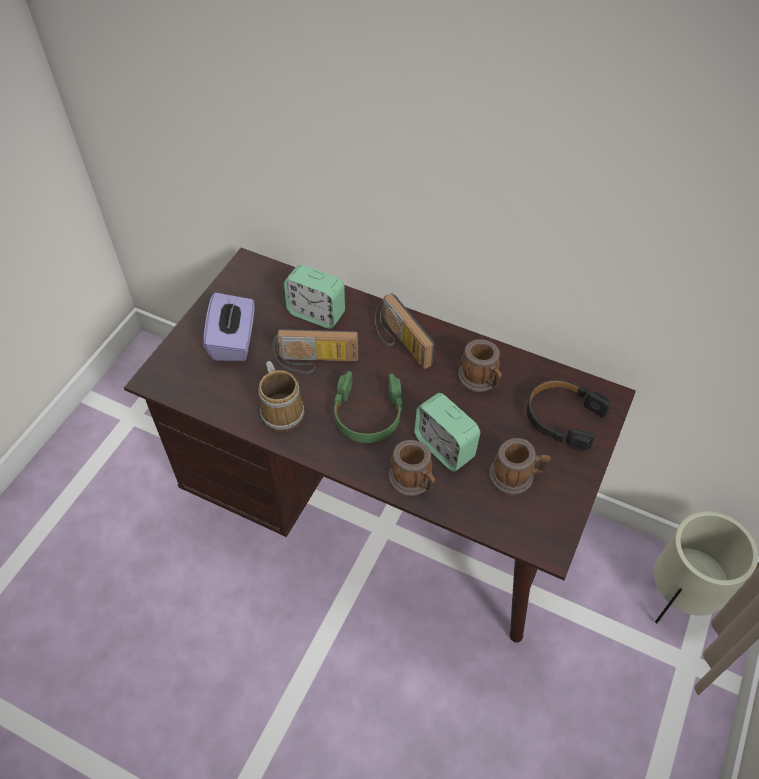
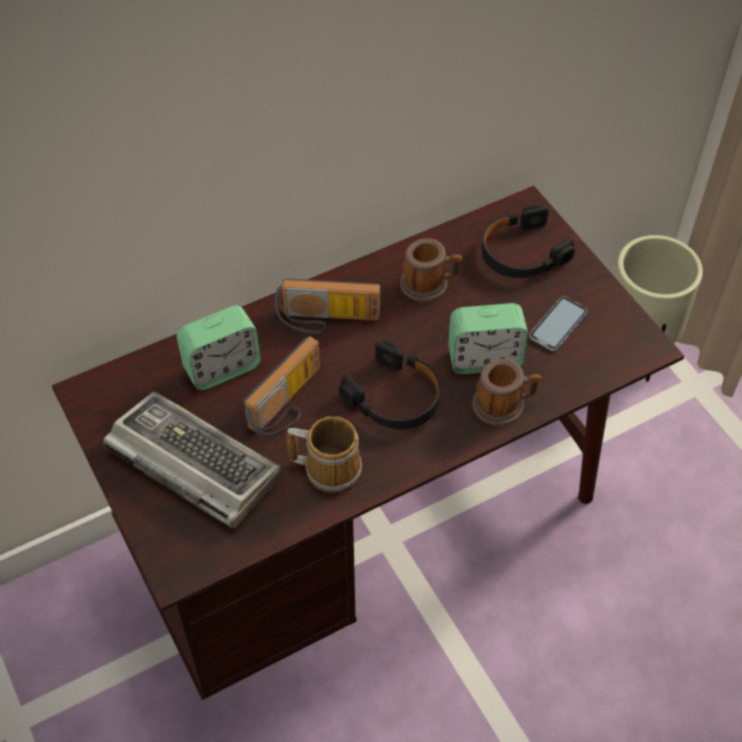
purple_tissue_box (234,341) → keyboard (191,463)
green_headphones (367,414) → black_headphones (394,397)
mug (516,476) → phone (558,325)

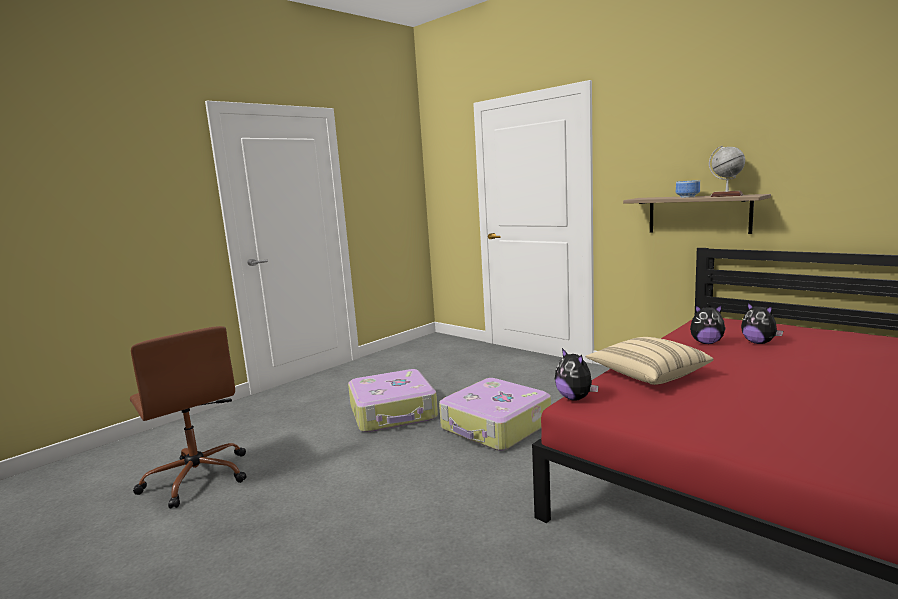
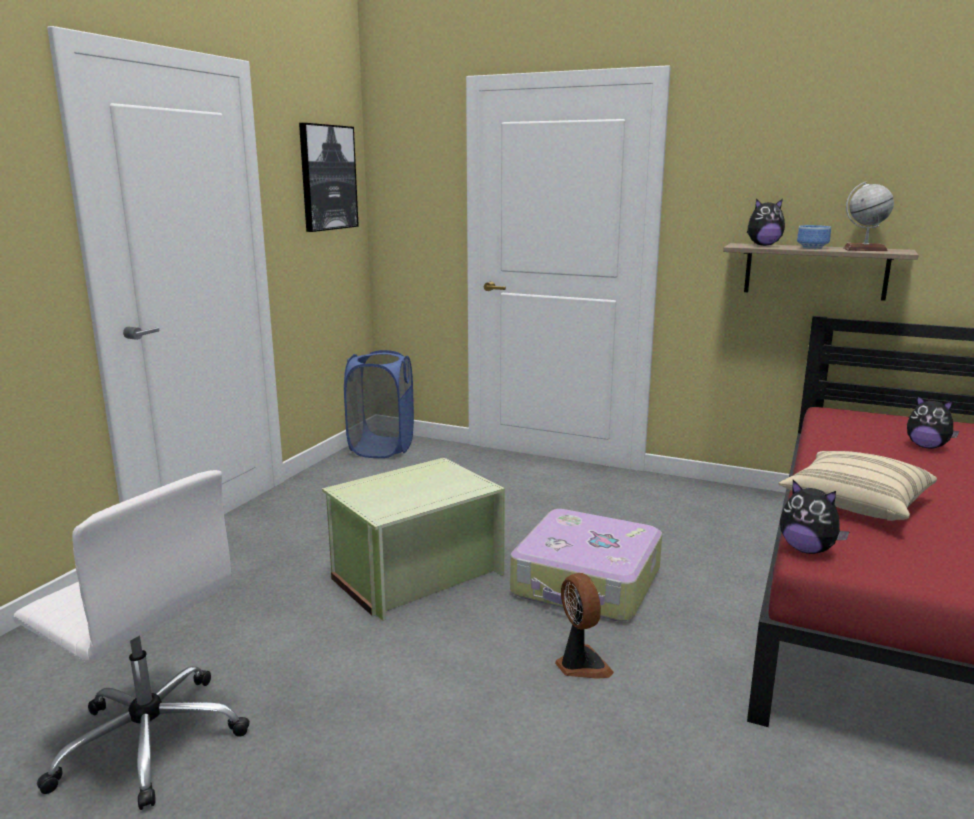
plush_toy (706,343) → plush_toy (763,245), relocated
brown_office_chair (197,477) → white_office_chair (149,739)
suitcase (393,412) → green_storage_box (415,574)
- → picture (327,177)
- → blue_laundry_basket (381,448)
- → fan (580,665)

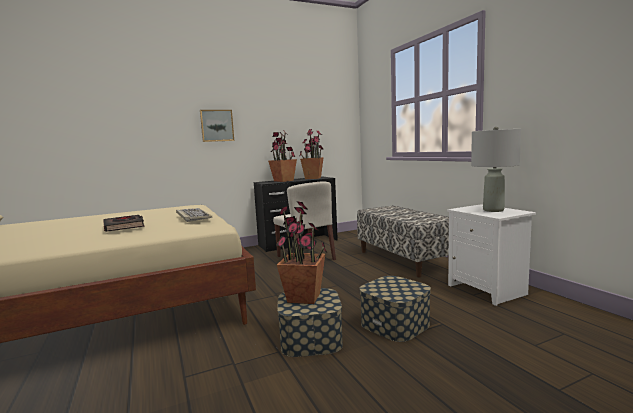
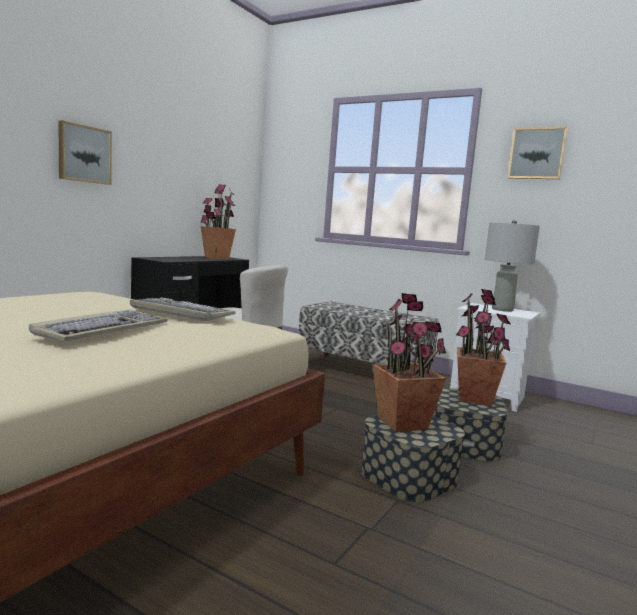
potted_plant (283,181) → potted_plant (475,399), relocated
black_book (124,226) → keyboard (102,329)
- → picture (537,153)

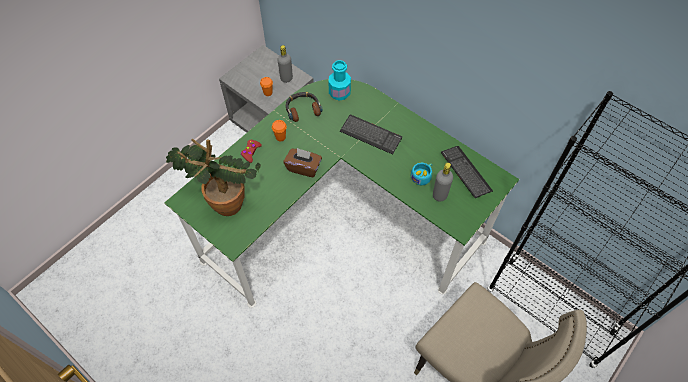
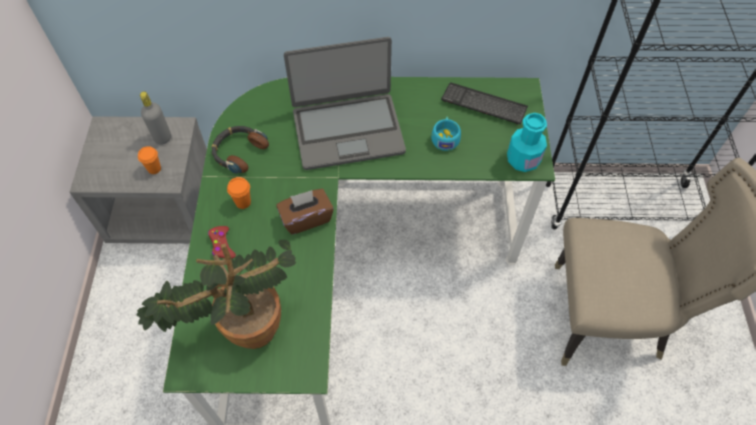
turquoise_bottle (339,93) → turquoise_bottle (523,160), relocated
keyboard (370,135) → laptop (348,130)
grey_bottle (439,195) → -

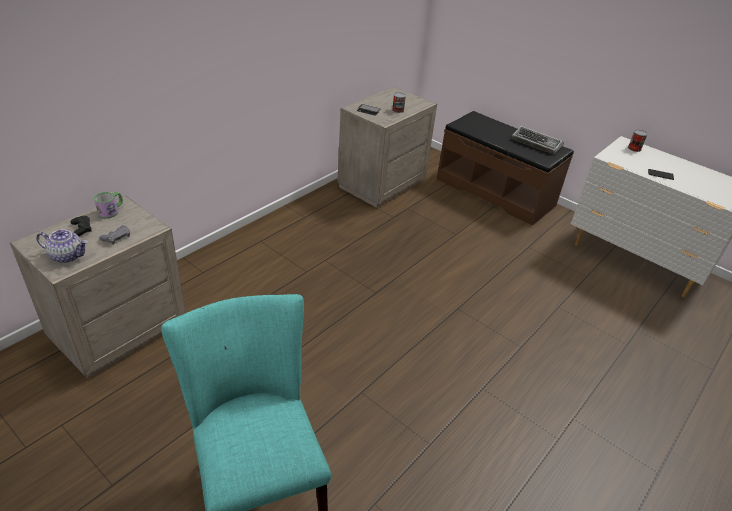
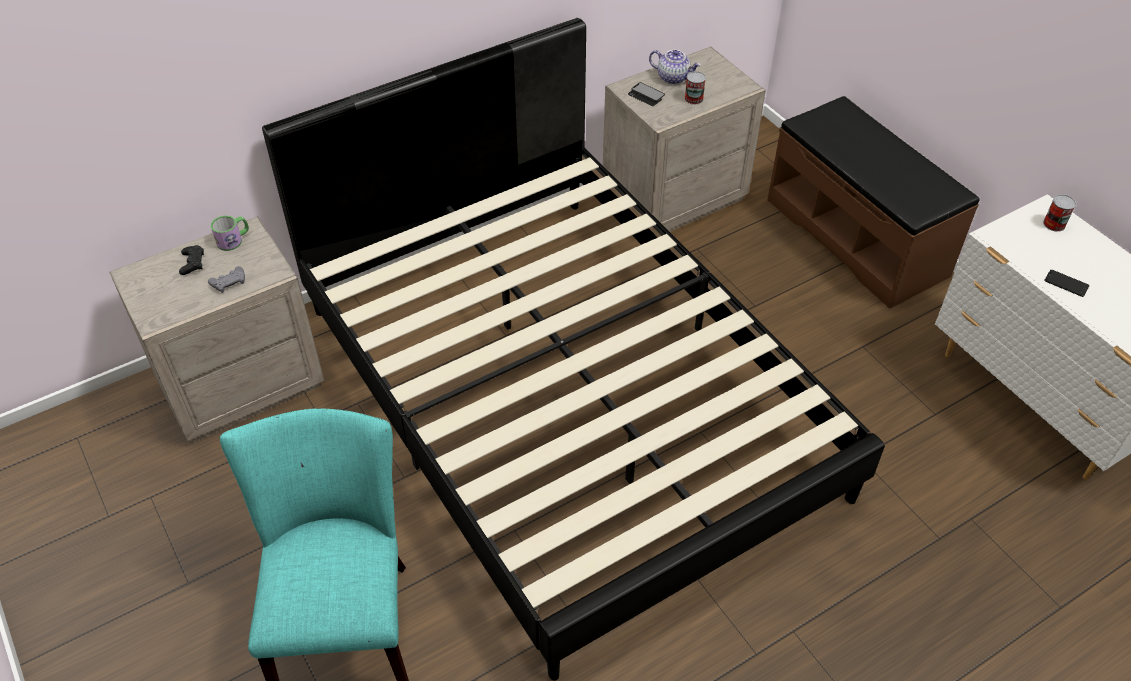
keyboard (537,143) → -
teapot (67,256) → teapot (673,77), relocated
- → black_bed (566,396)

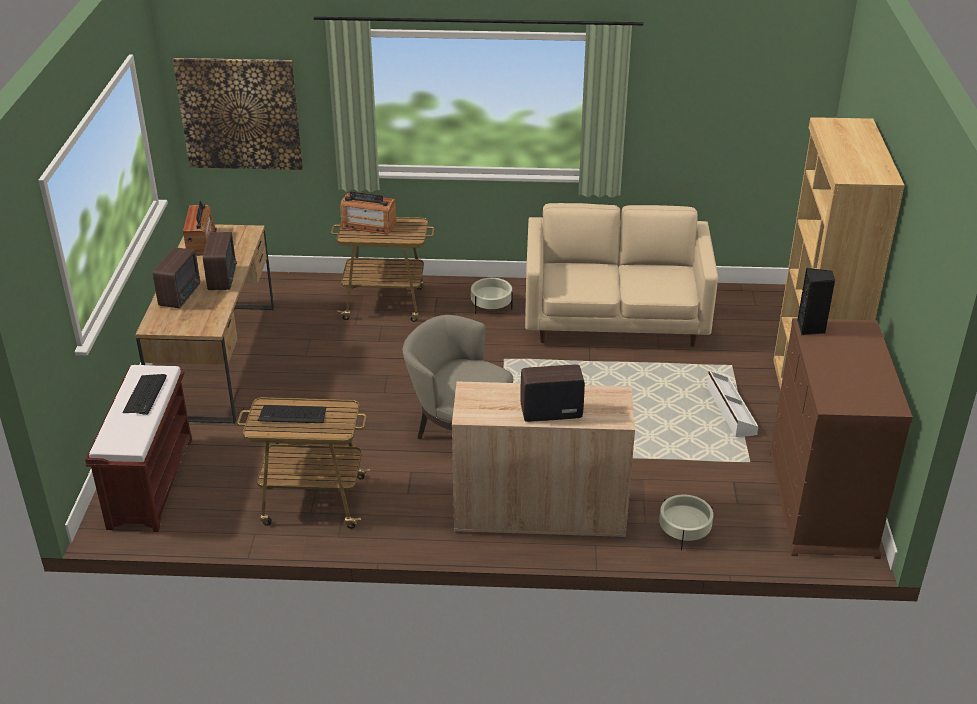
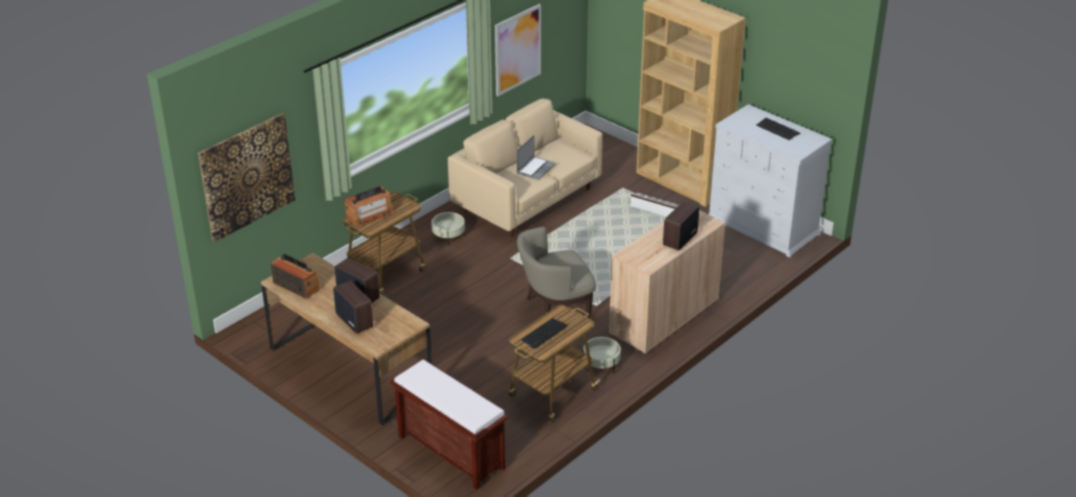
black_speaker (811,328) → -
brown_dresser (821,502) → white_dresser (763,226)
keyboard (145,395) → keyboard (778,129), relocated
beige_planter (684,531) → beige_planter (601,363), relocated
- → picture (517,49)
- → laptop (535,169)

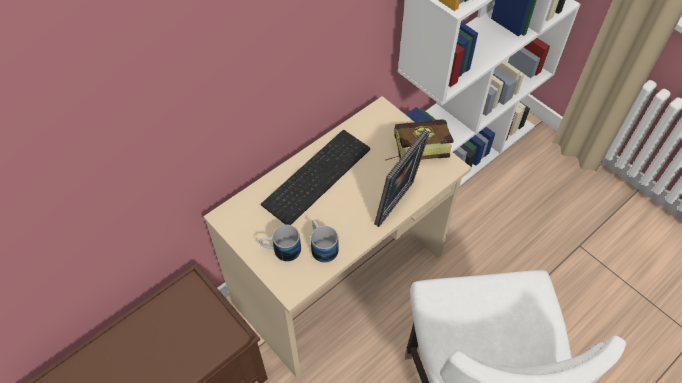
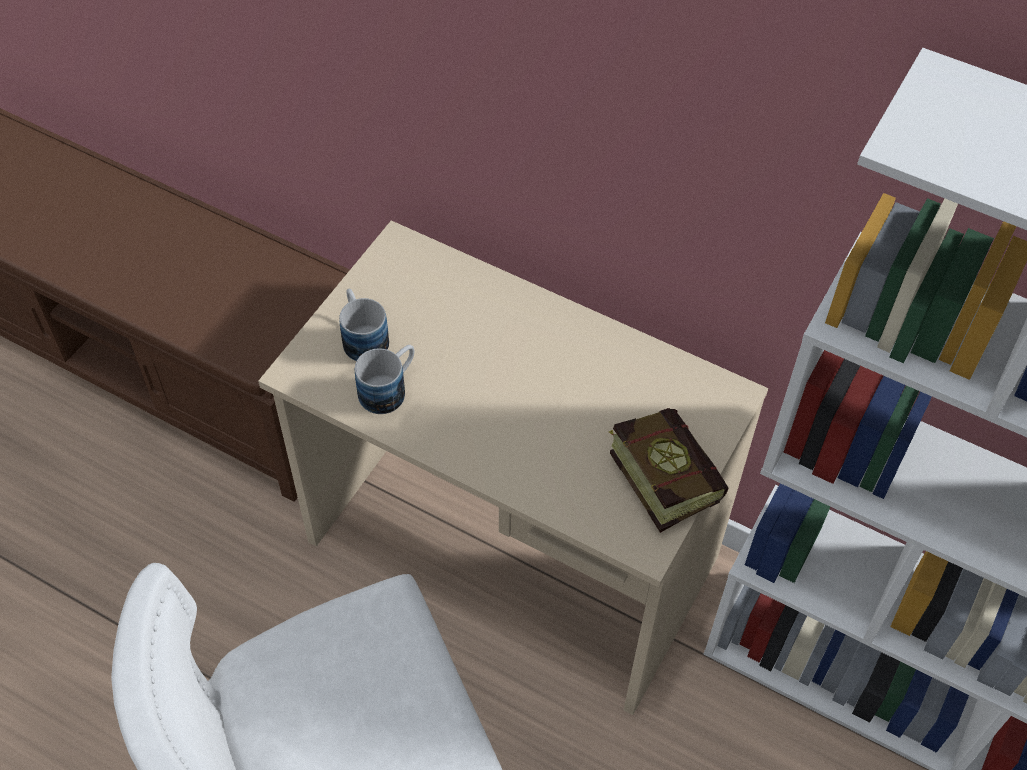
picture_frame (397,205) → -
keyboard (316,174) → -

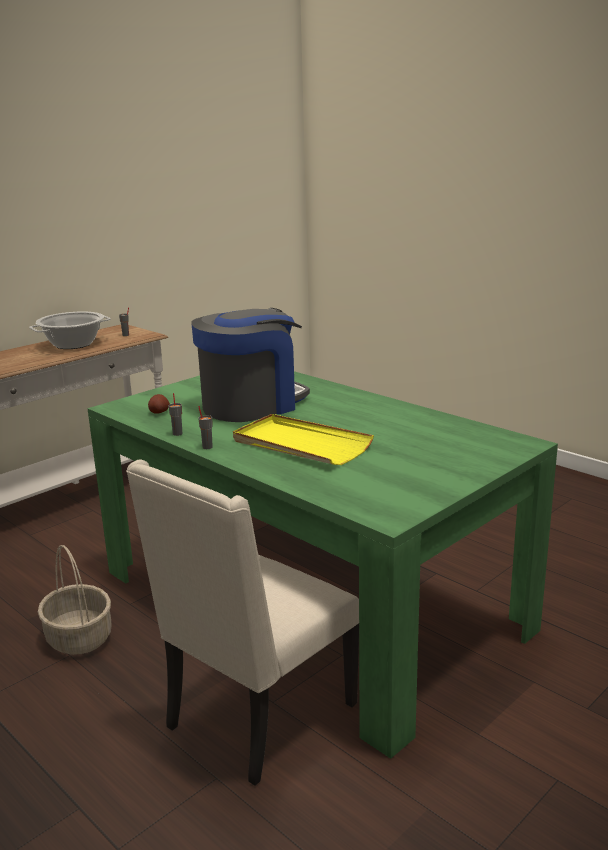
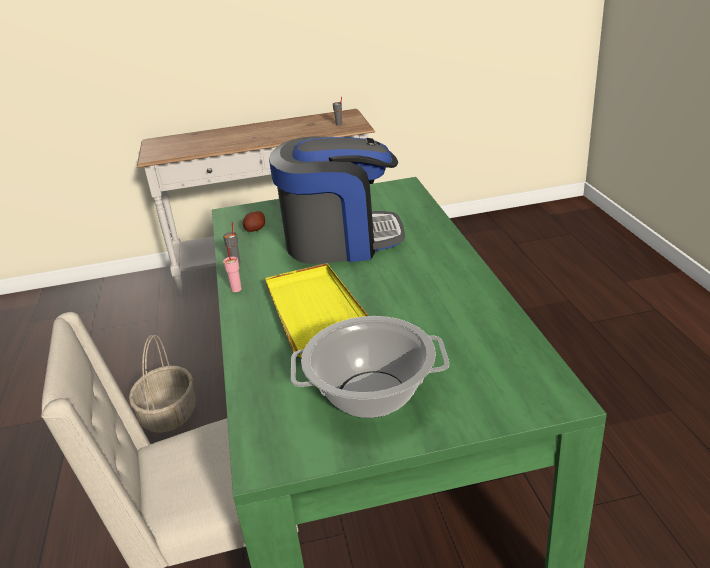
cooking_pot (73,344) → cooking_pot (371,395), relocated
grey_cup (207,447) → pink_cup (236,289)

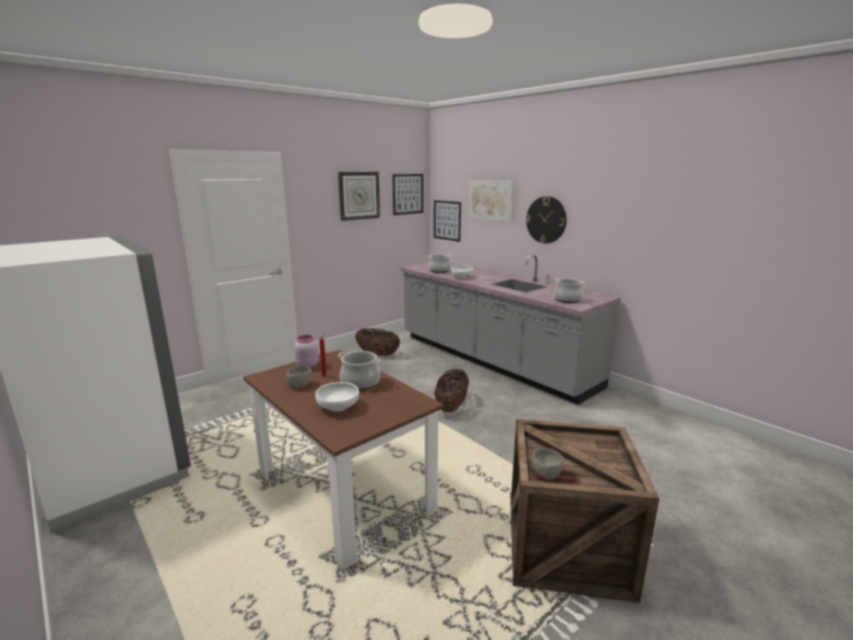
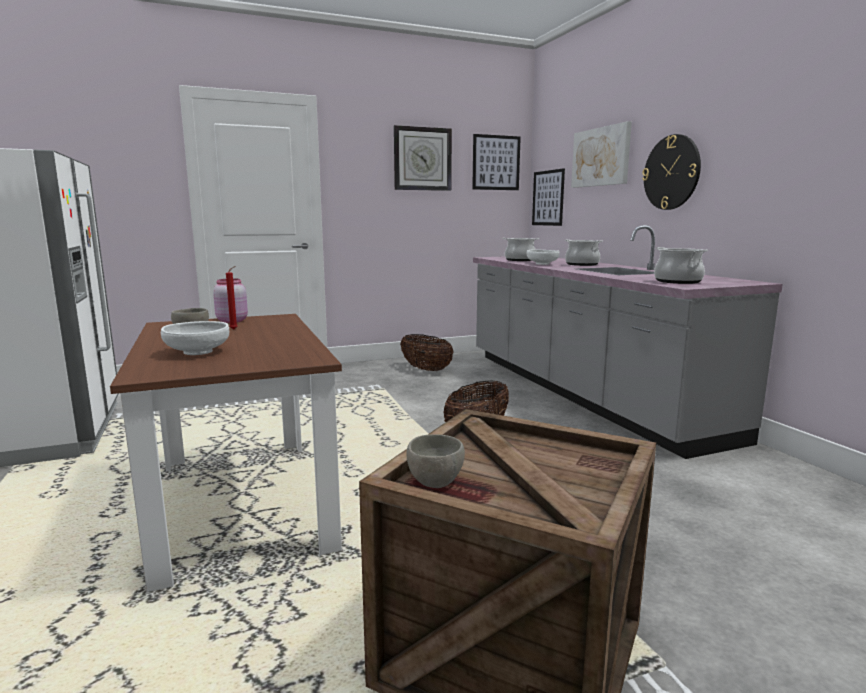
cooking_pot (360,383) → cooking_pot (582,264), relocated

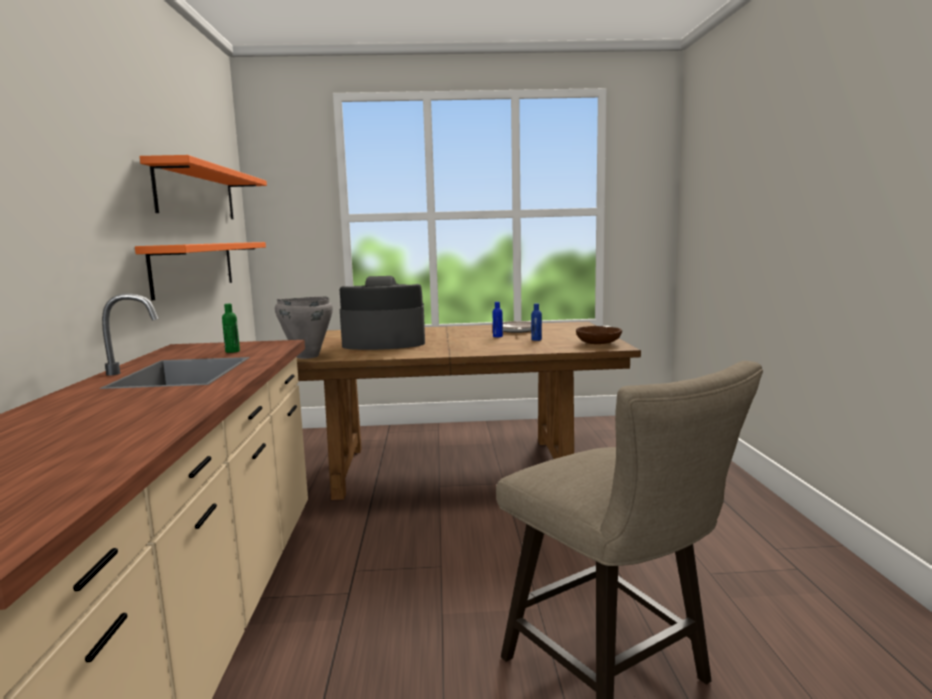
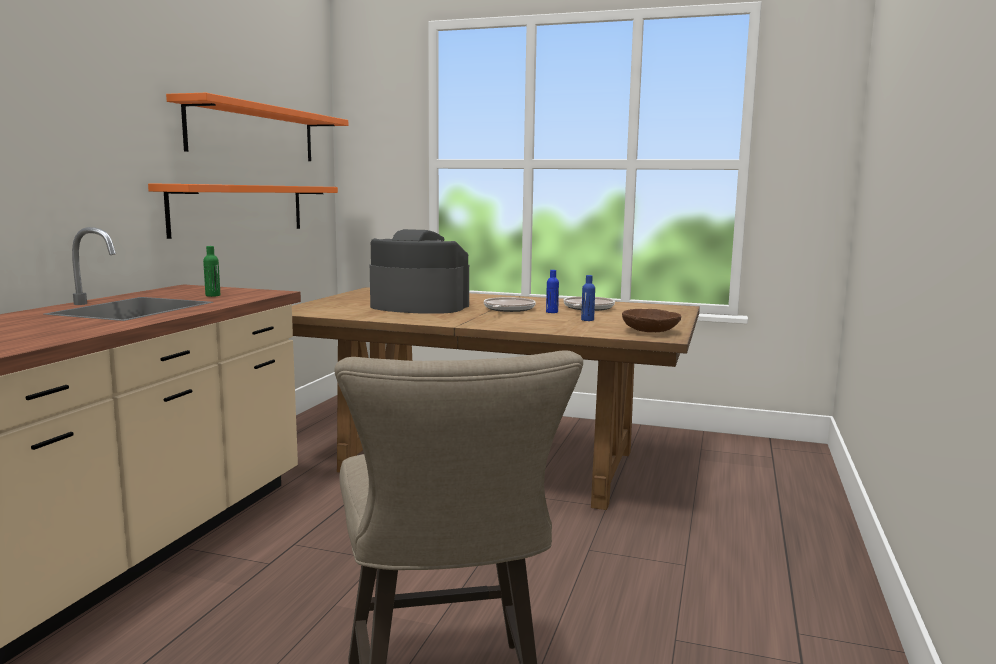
grey_cooking_pot (307,356) → -
- → frying_pan (508,309)

